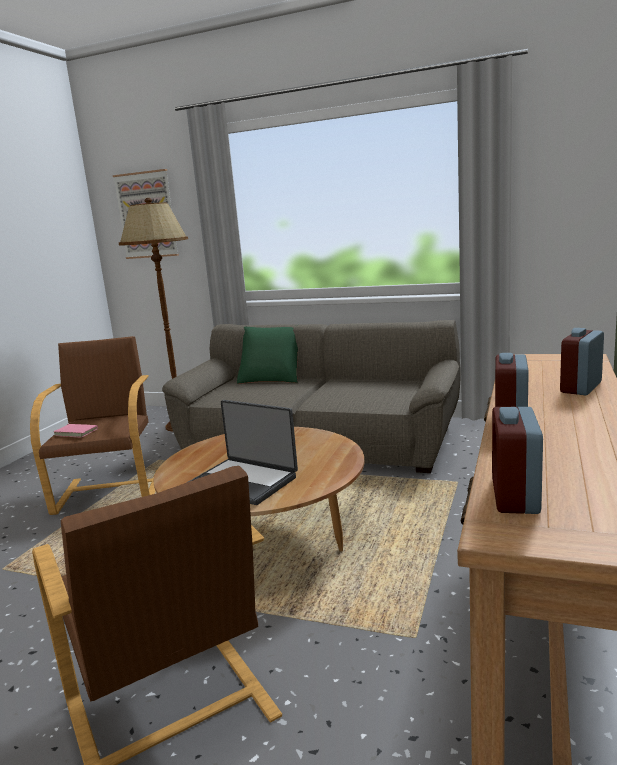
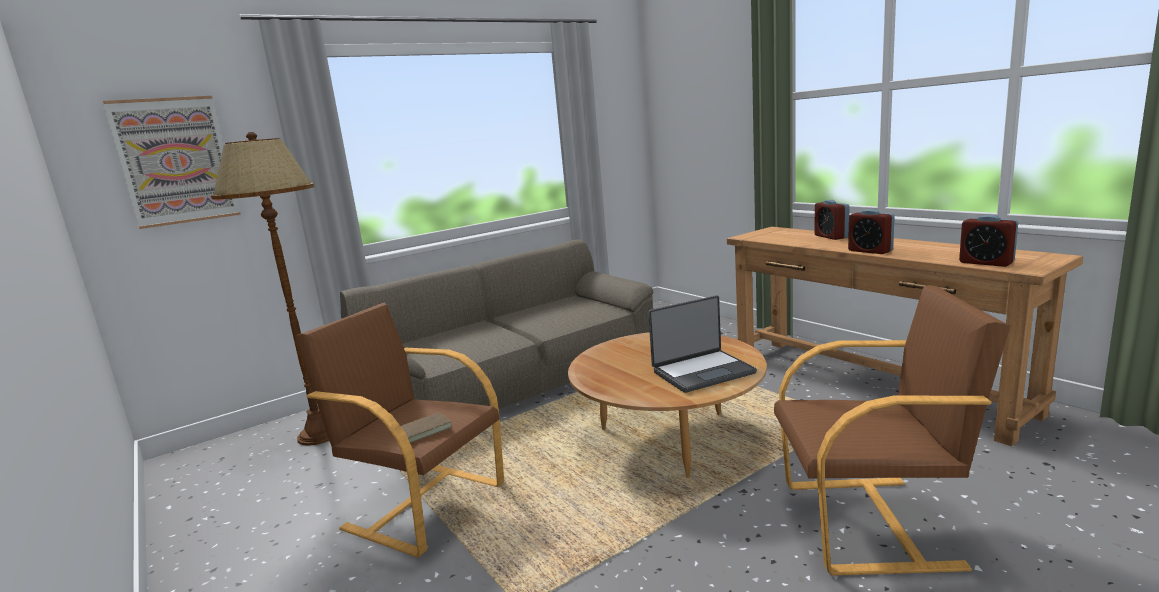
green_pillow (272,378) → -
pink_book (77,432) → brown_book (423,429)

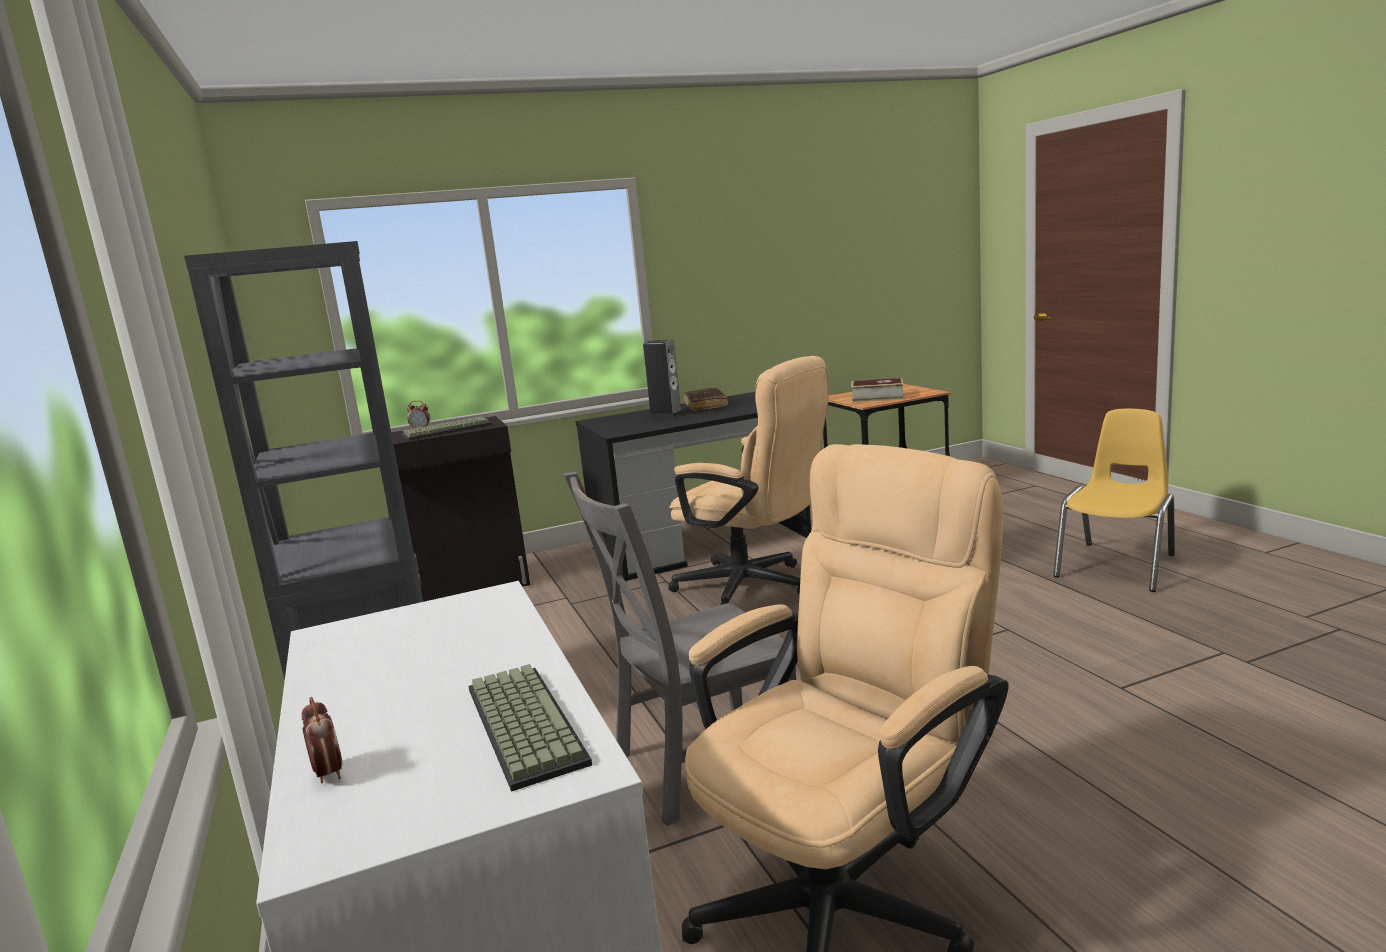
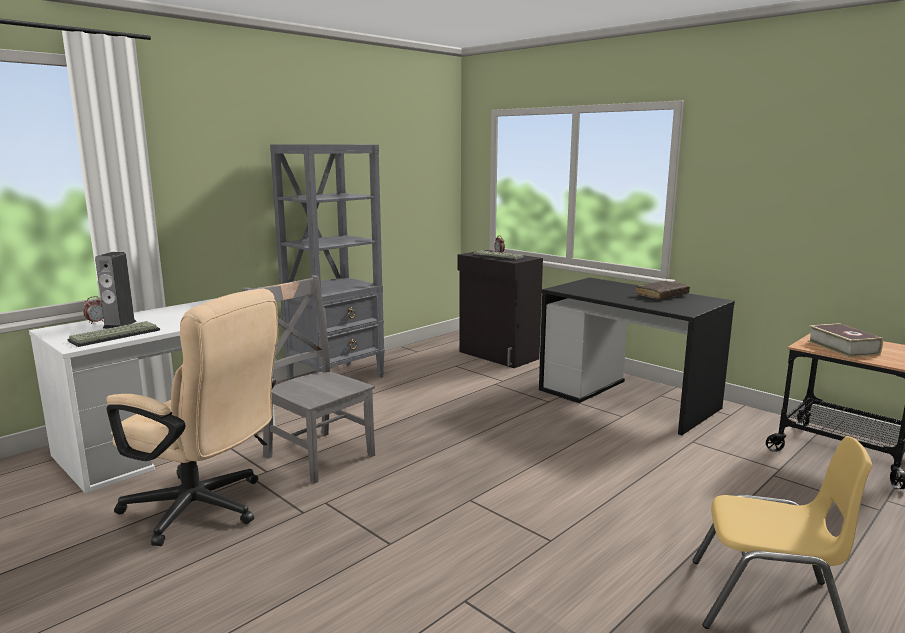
speaker (665,415) → speaker (120,324), relocated
beige_office_chair (755,588) → -

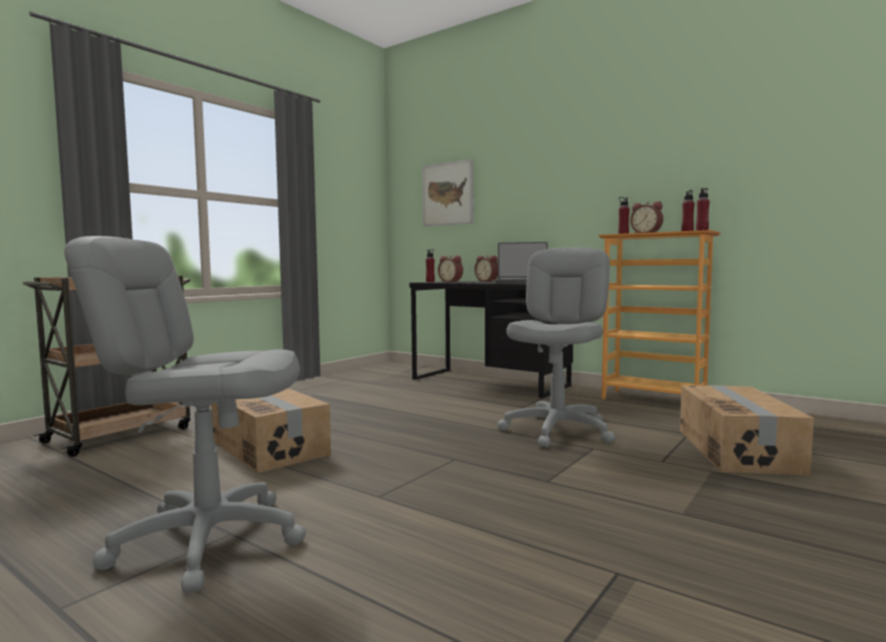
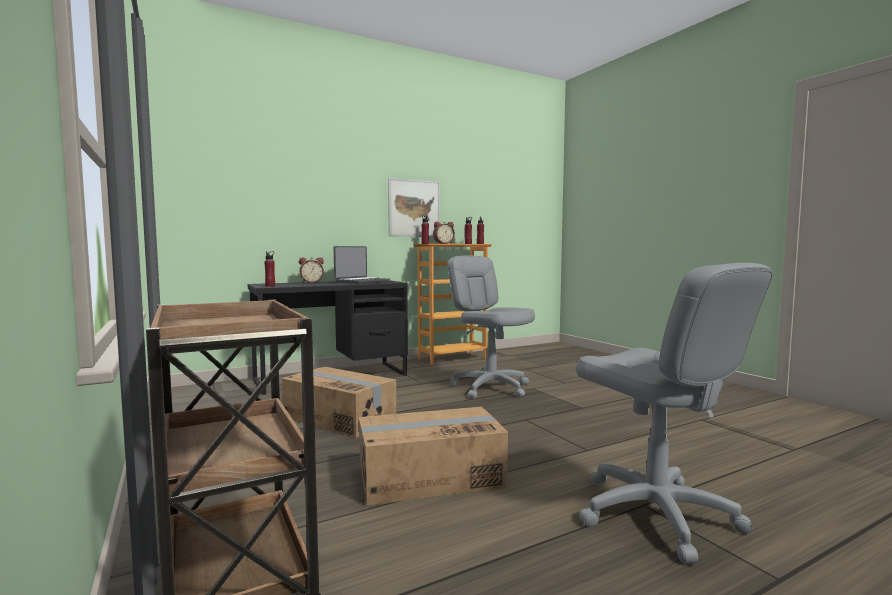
picture (447,194) → picture (414,208), relocated
grey_office_chair (208,540) → grey_office_chair (655,514), 60 degrees counterclockwise
alarm_clock (451,282) → -
cardboard_box (738,450) → cardboard_box (339,418), relocated

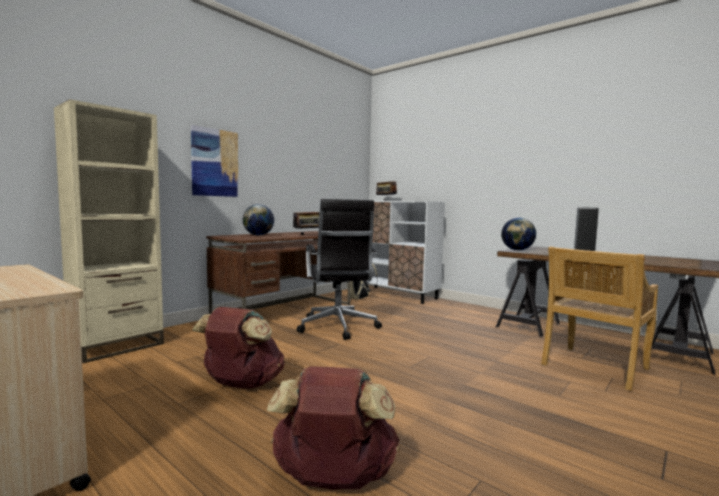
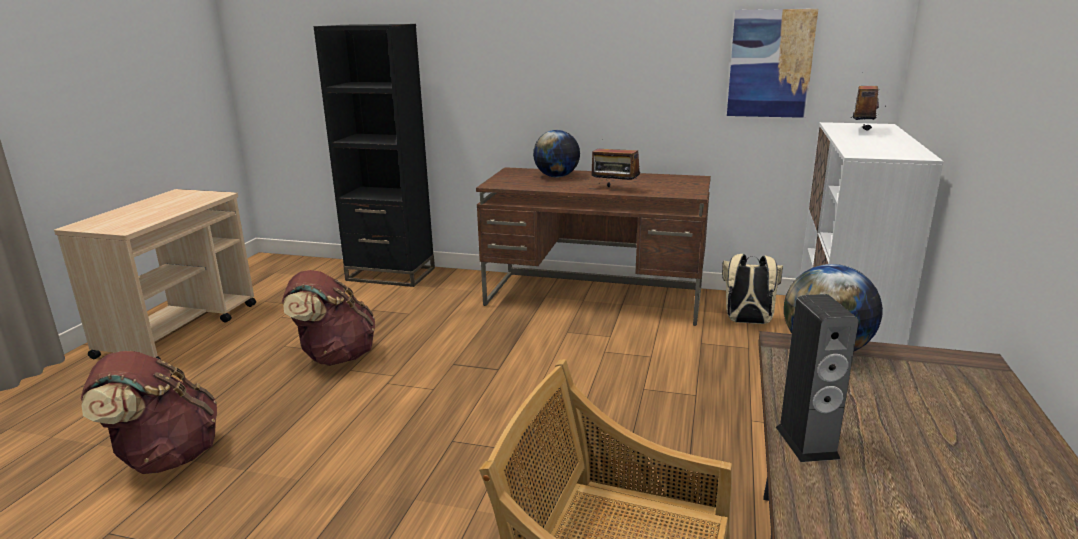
beige_bookcase (116,346) → black_bookcase (390,274)
picture (215,163) → picture (770,64), relocated
black_office_chair (338,327) → -

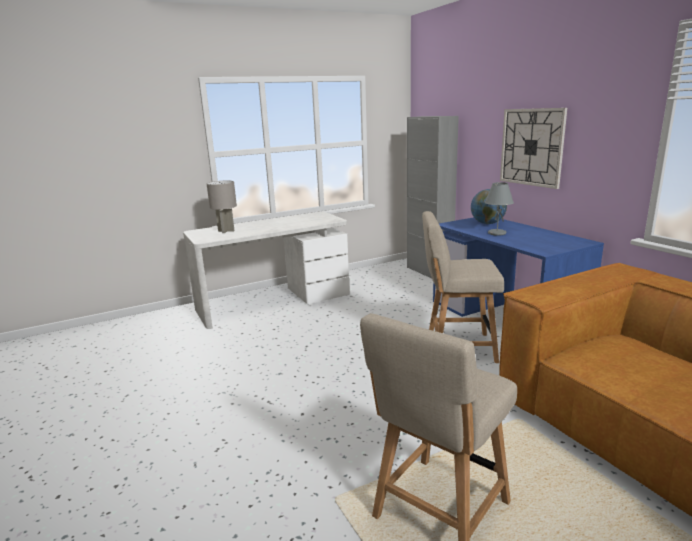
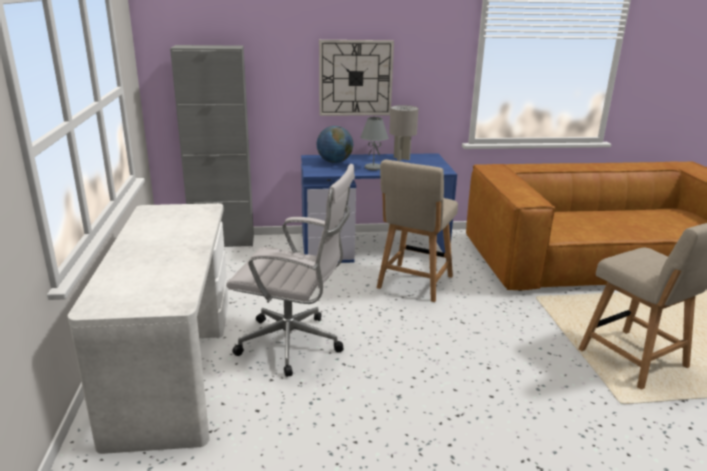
grey_table_lamp (226,231) → grey_table_lamp (401,158), relocated
- → white_office_chair (295,344)

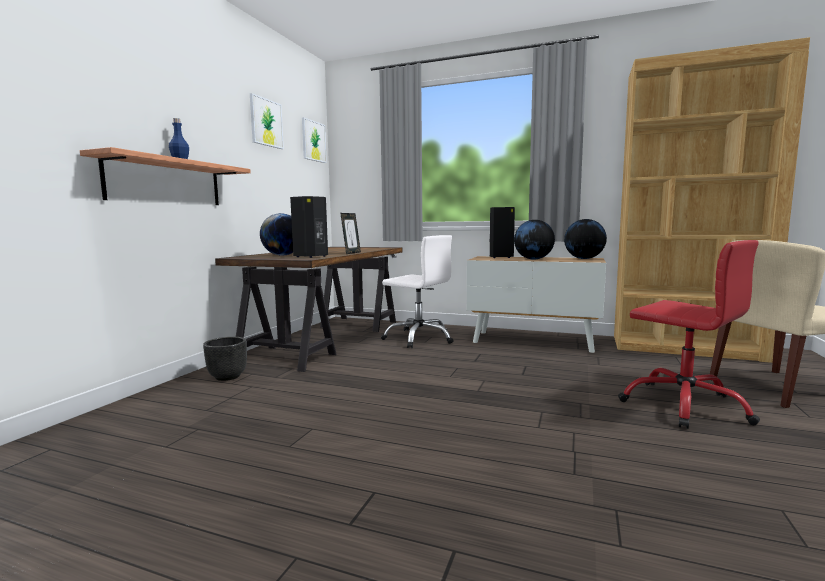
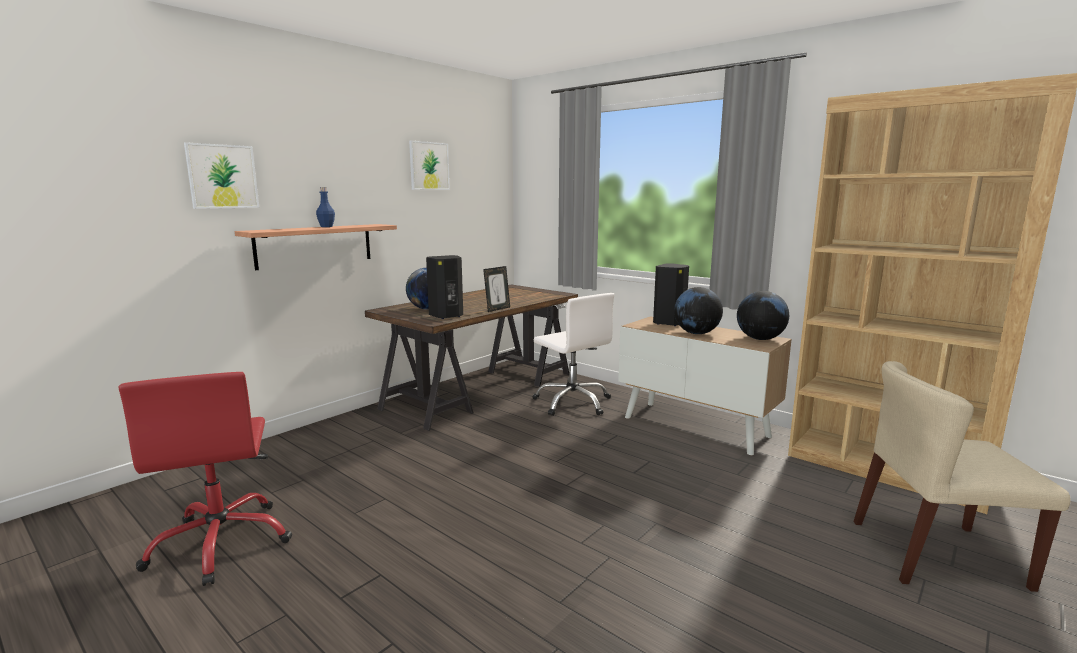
picture (313,141) → picture (222,176), relocated
red_office_chair (684,405) → red_office_chair (221,542), relocated
black_planter (227,376) → -

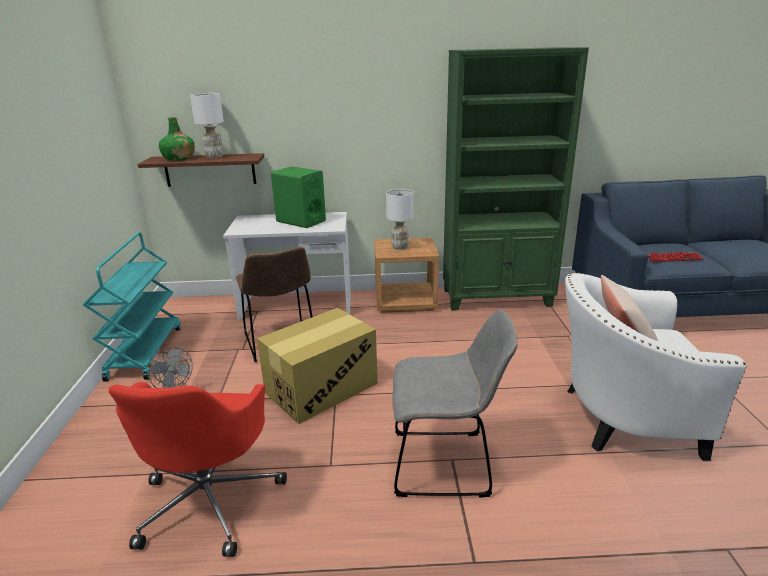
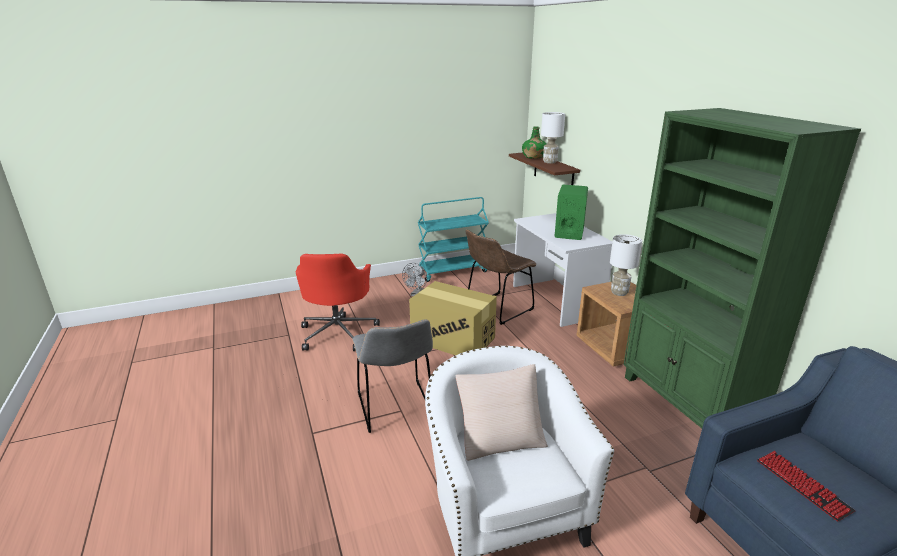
red_office_chair (210,500) → red_office_chair (338,332), 75 degrees counterclockwise

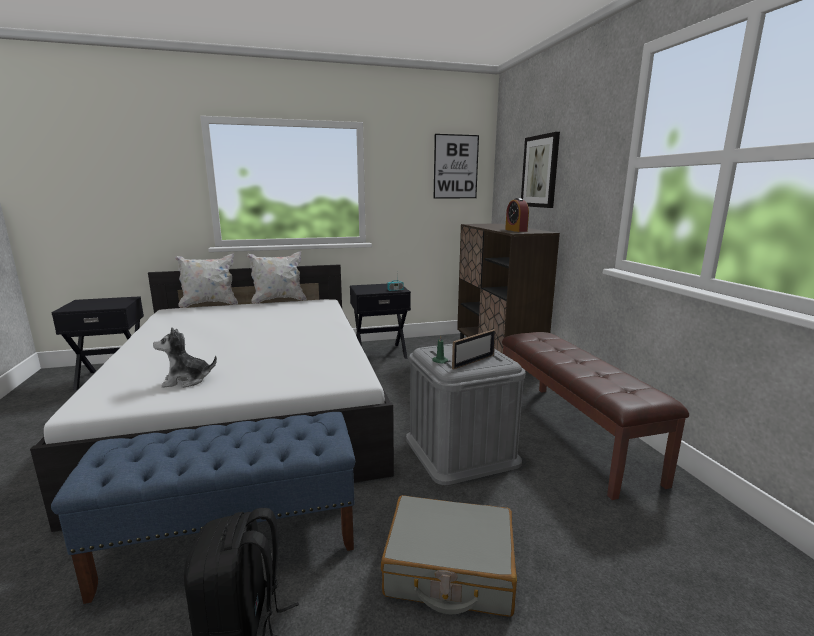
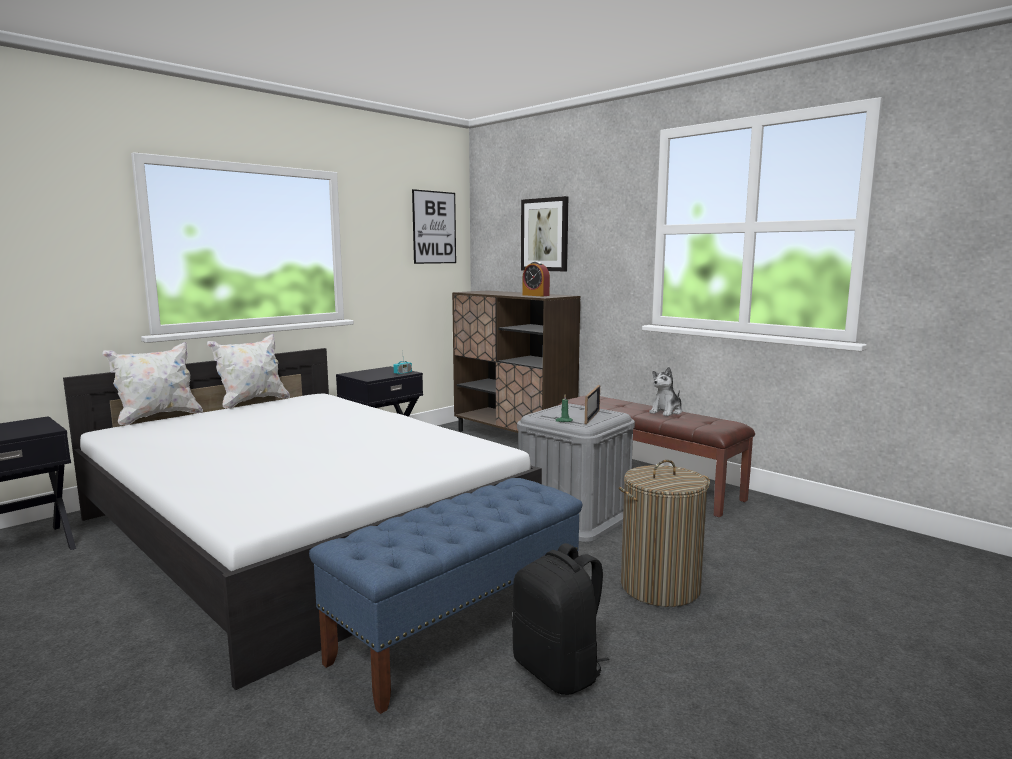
plush_toy (186,380) → plush_toy (666,412), relocated
grey_suitcase (449,569) → laundry_basket (660,586)

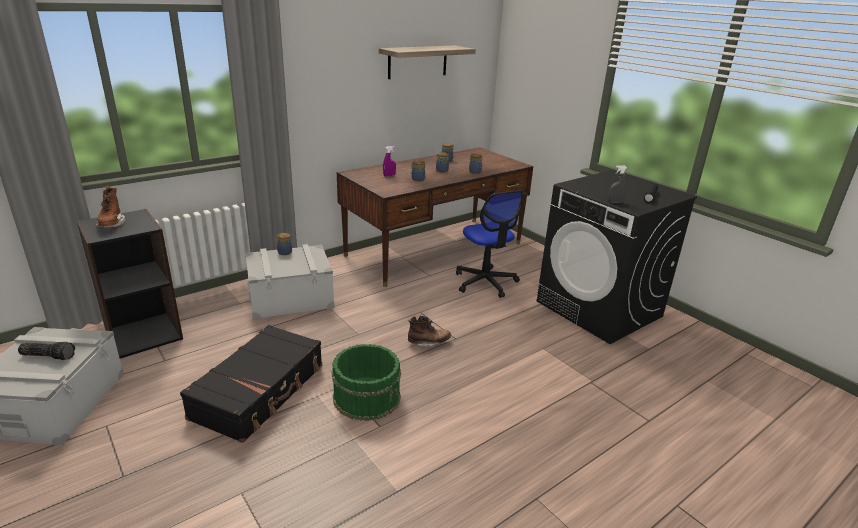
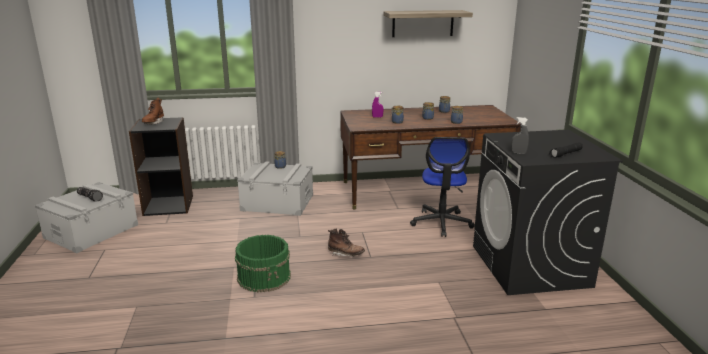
black_suitcase (260,391) → -

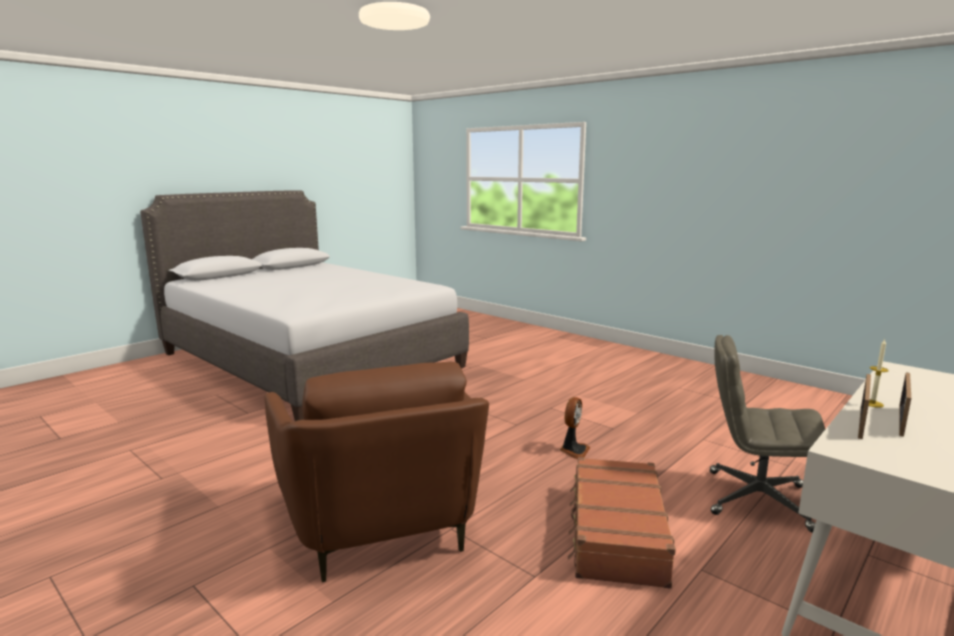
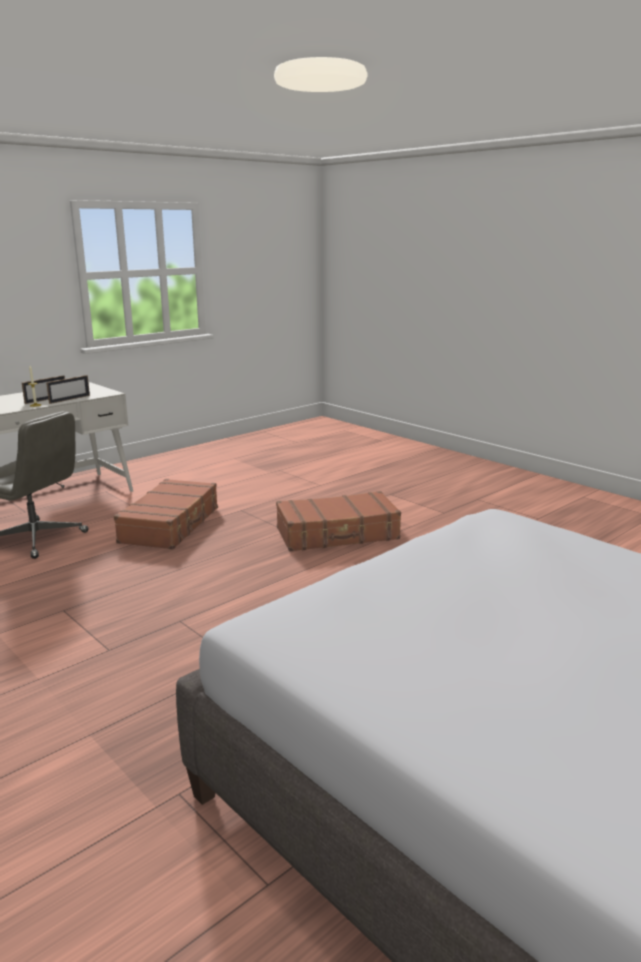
brown_armchair (381,525) → brown_suitcase (338,534)
fan (573,450) → -

